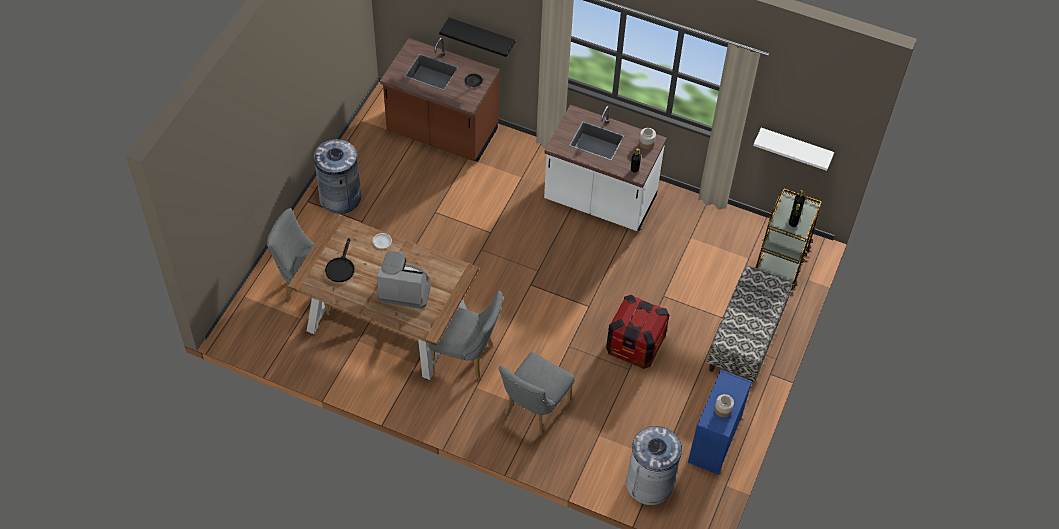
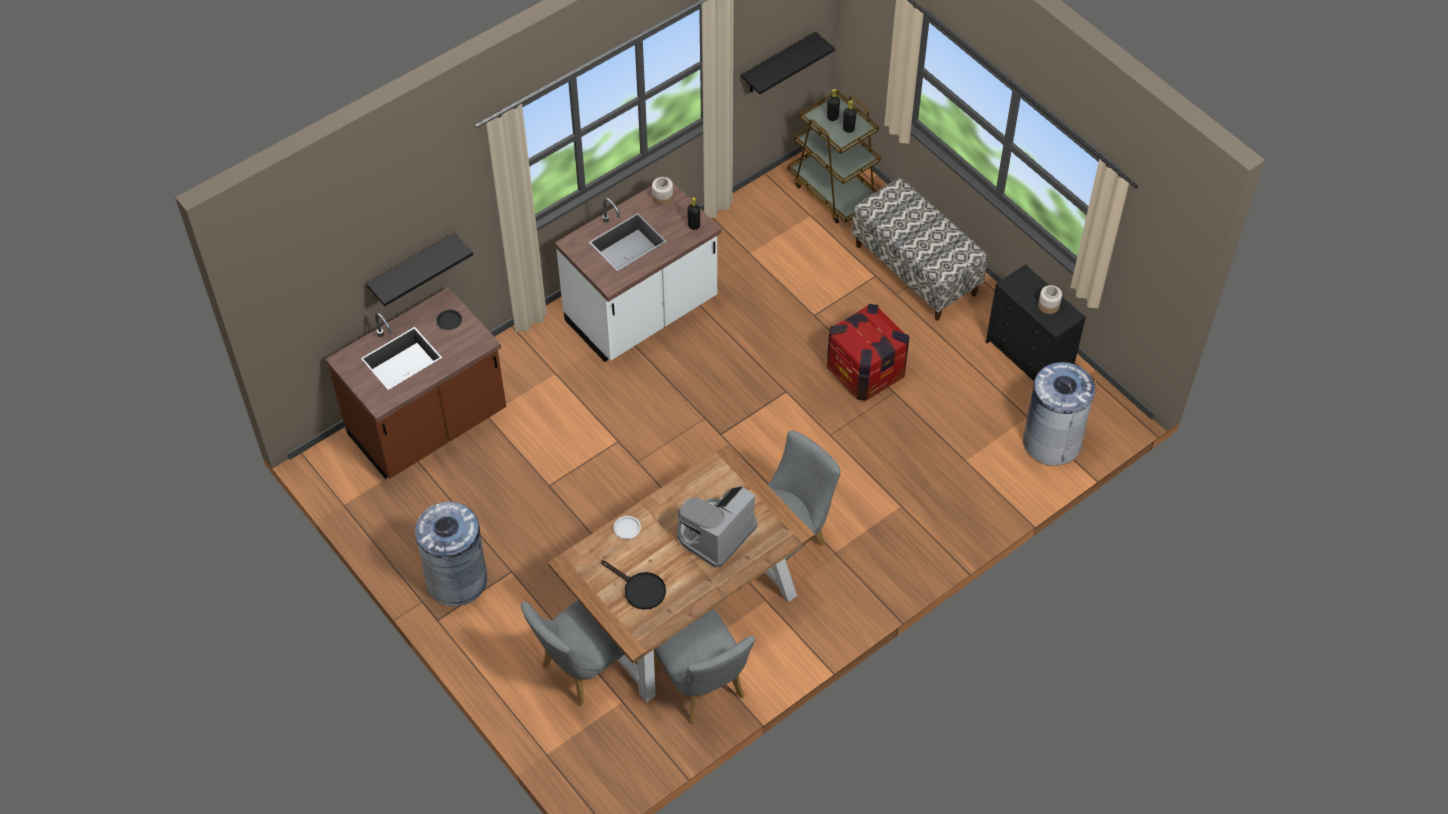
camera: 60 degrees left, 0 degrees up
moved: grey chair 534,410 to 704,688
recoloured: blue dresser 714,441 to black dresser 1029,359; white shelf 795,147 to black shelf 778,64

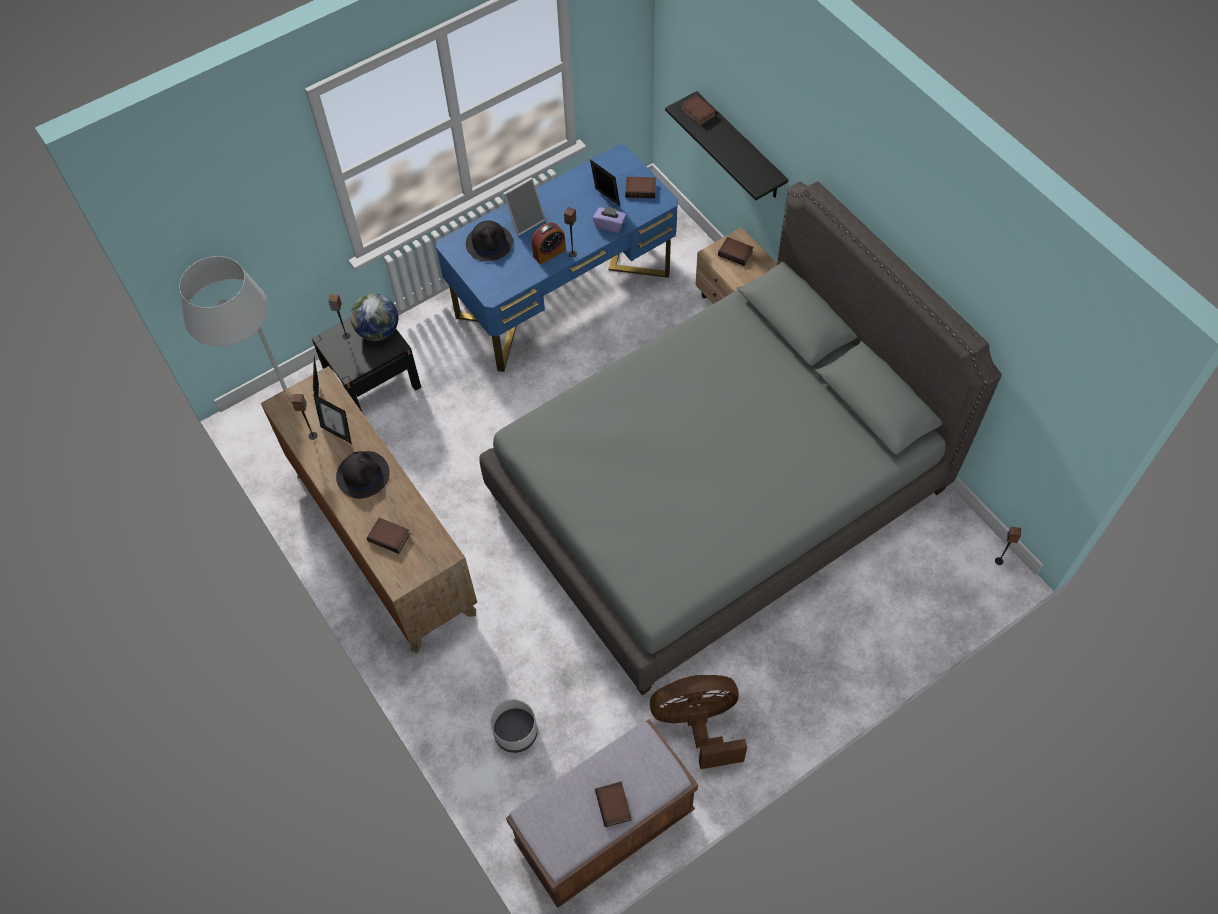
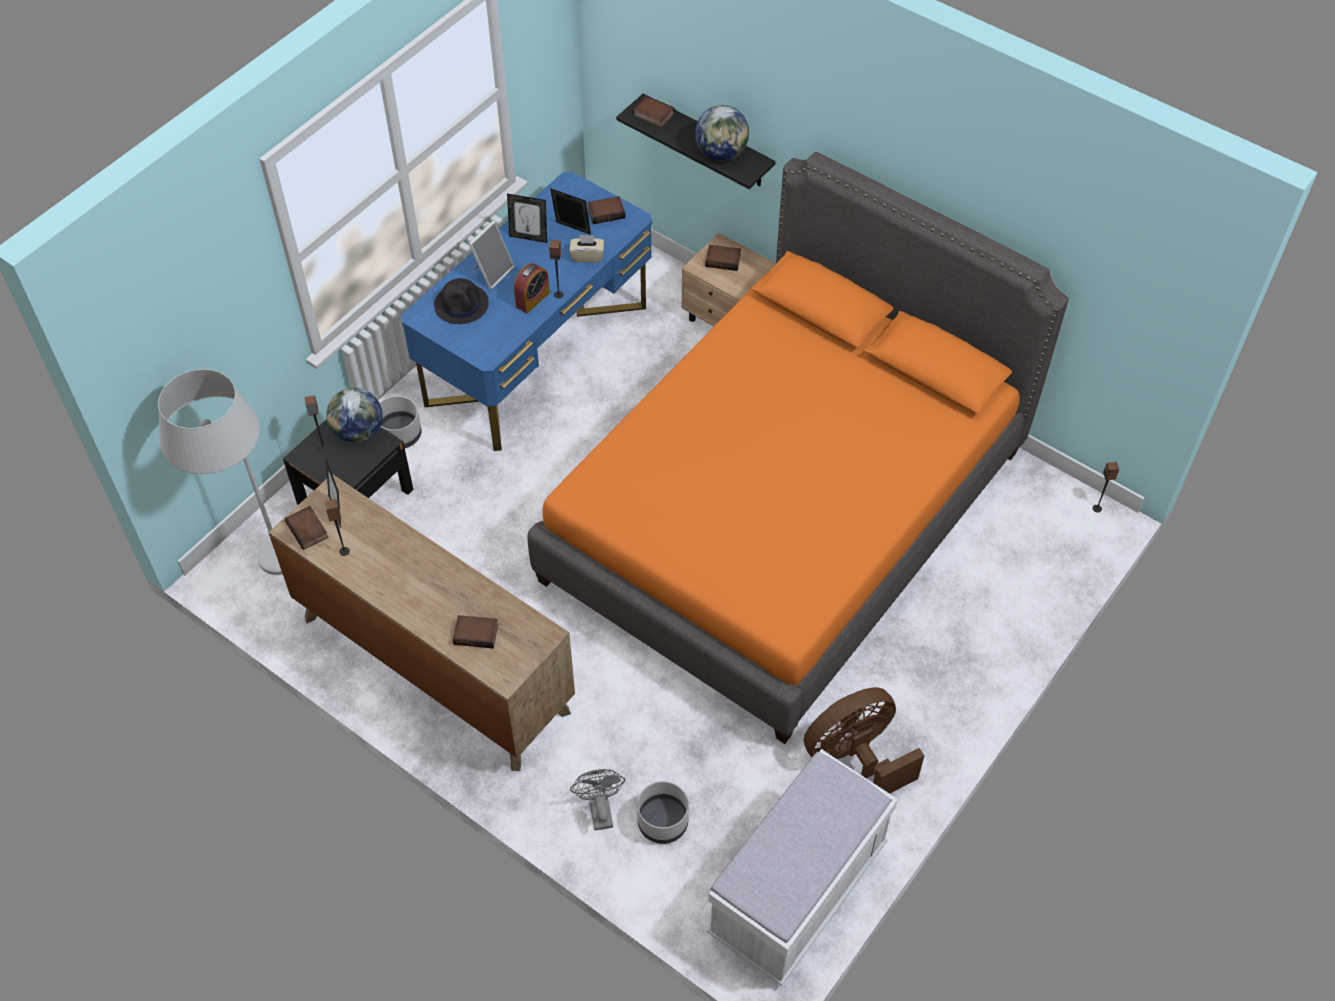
camera: 20 degrees left, 5 degrees down
removed: black hat 363,474
added: grey planter 400,434; grey fan 599,809; globe 721,153
moved: picture frame 338,433 to 529,237; book 614,805 to 308,530
recoloured: grey bed 717,491 to orange bed 783,515; brown bench 605,828 to white bench 797,891; purple tissue box 610,225 to beige tissue box 587,256

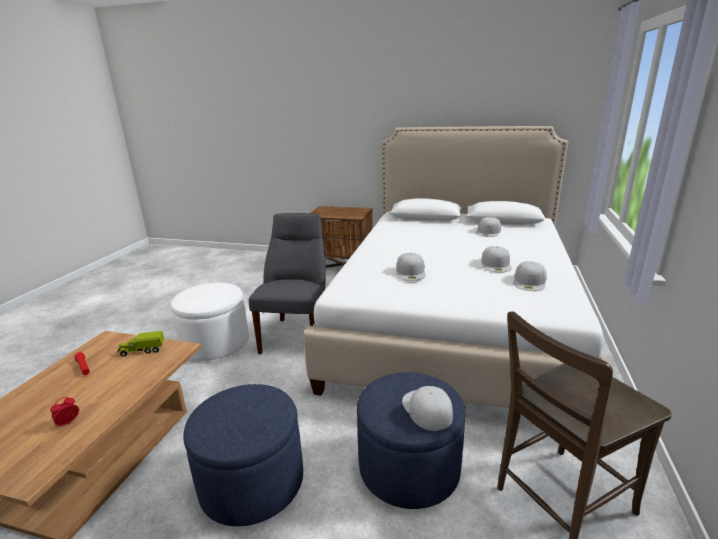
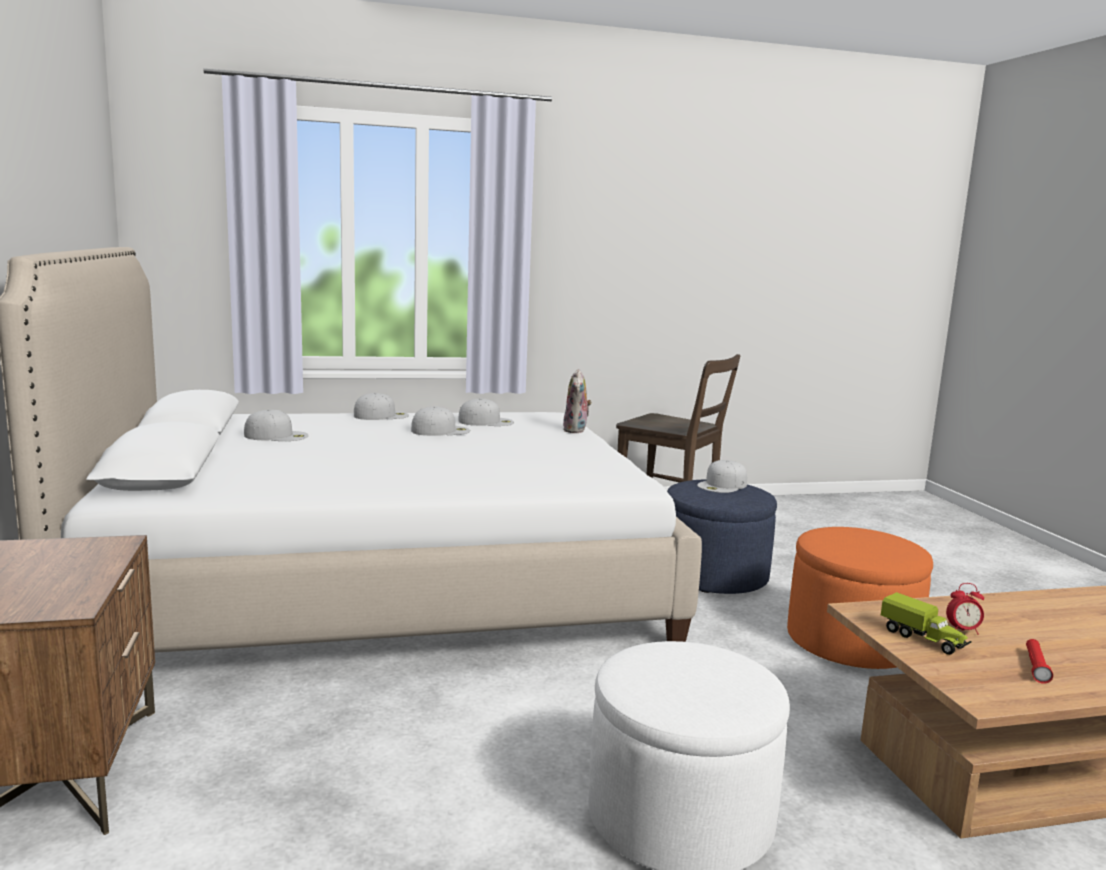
camera: 120 degrees left, 10 degrees down
removed: grey chair 298,334
added: plush toy 576,430
moved: alarm clock 68,423 to 963,631; white cap 411,272 to 381,415
recoloured: blue ottoman 252,482 to orange ottoman 851,642

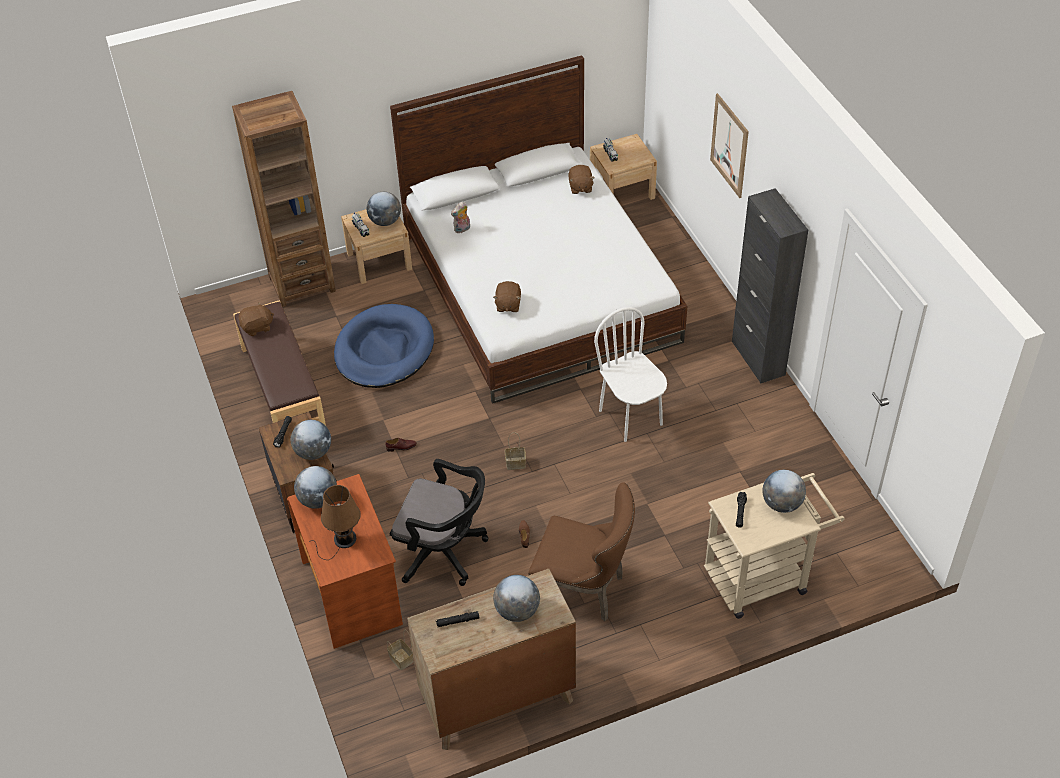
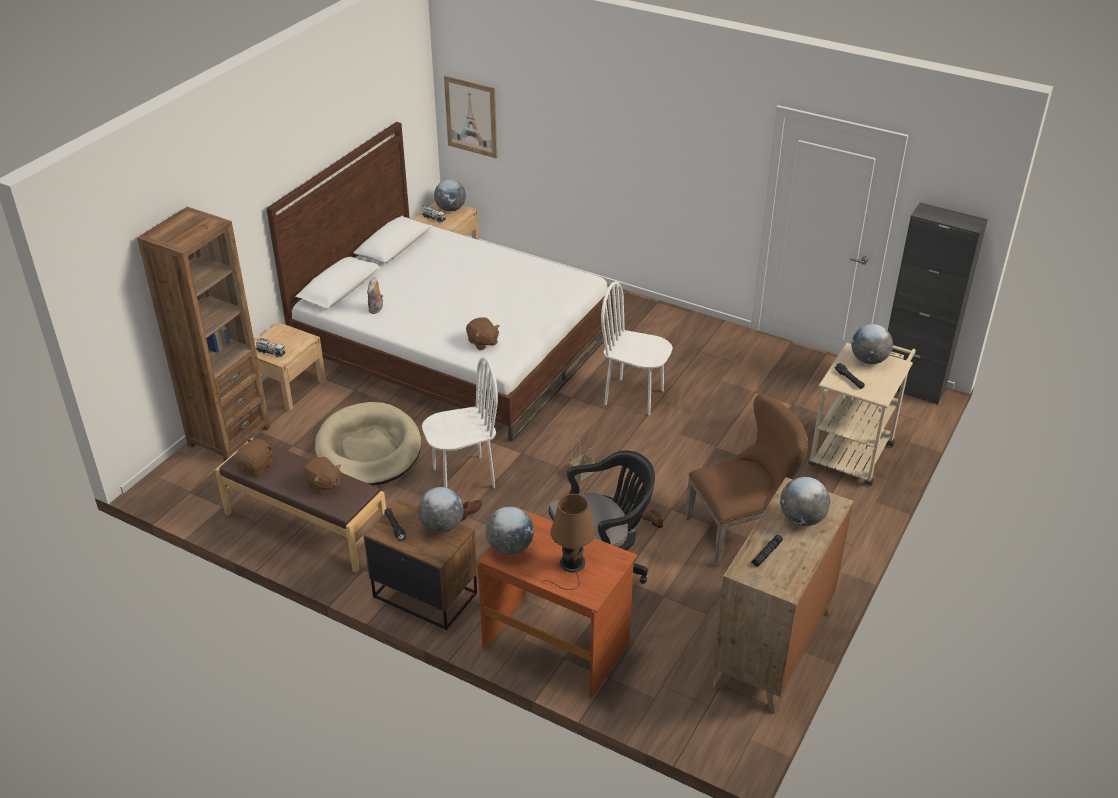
camera: 40 degrees left, 10 degrees down
removed: basket 402,659
added: white chair 463,477
moved: globe 385,221 to 450,209; brown plush toy 580,187 to 323,485; picture 729,145 to 471,117; black cabinet 758,358 to 911,387
recoloured: blue dog bed 384,350 to beige dog bed 369,449

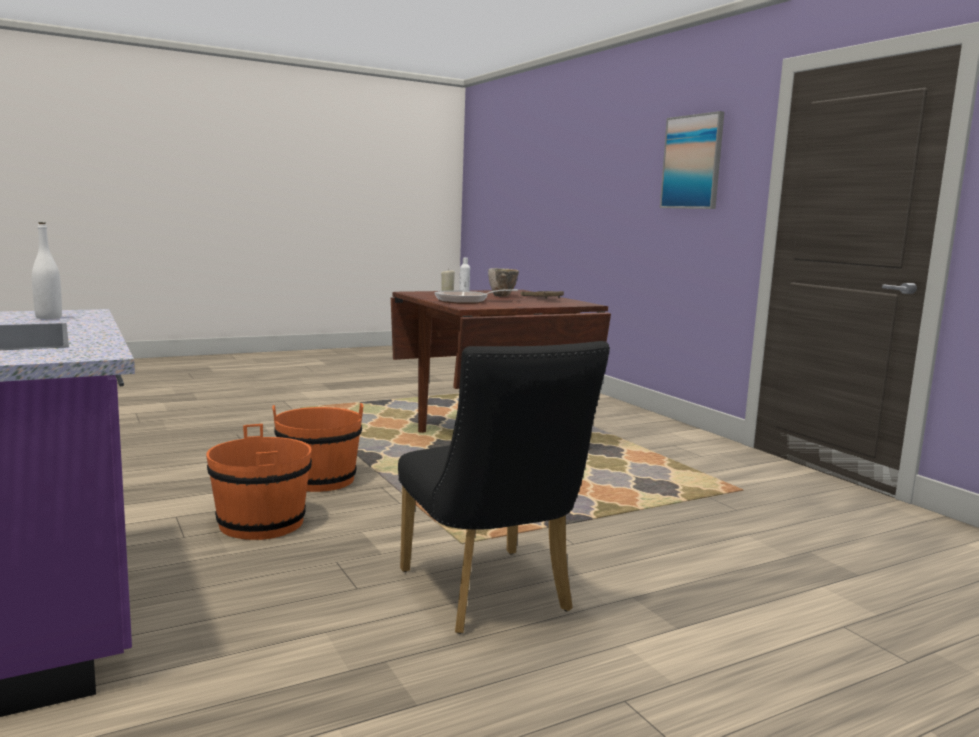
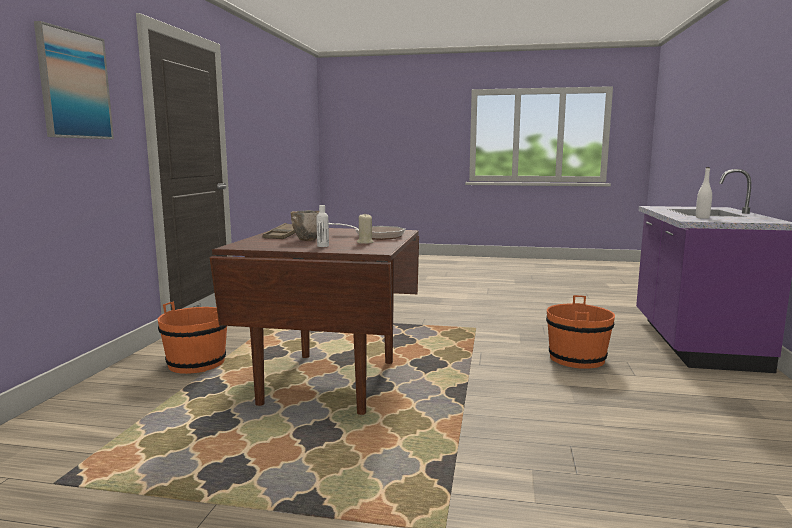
camera: 140 degrees left, 0 degrees up
removed: black chair 490,596
moved: orange bucket 318,480 to 196,363

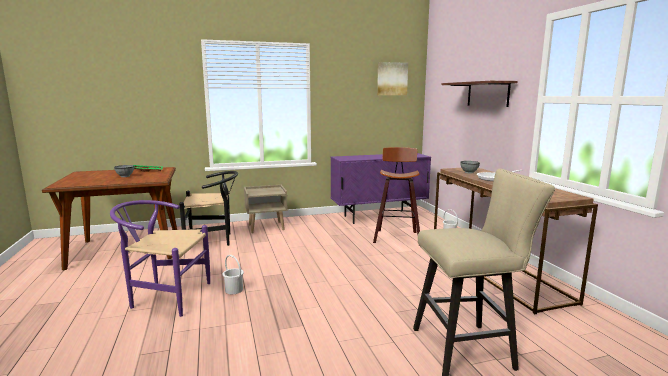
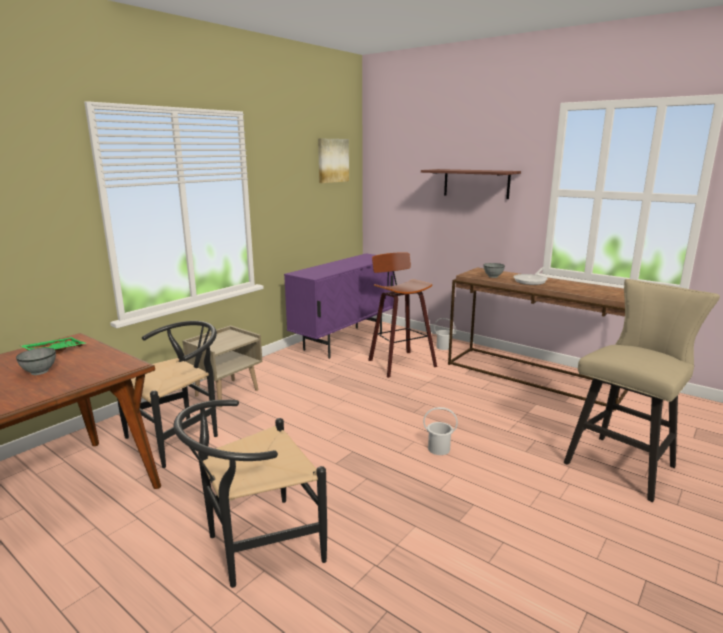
camera: 35 degrees left, 5 degrees up
moved: white bucket 234,290 to 438,448
recoloured: purple chair 165,297 to black chair 255,546

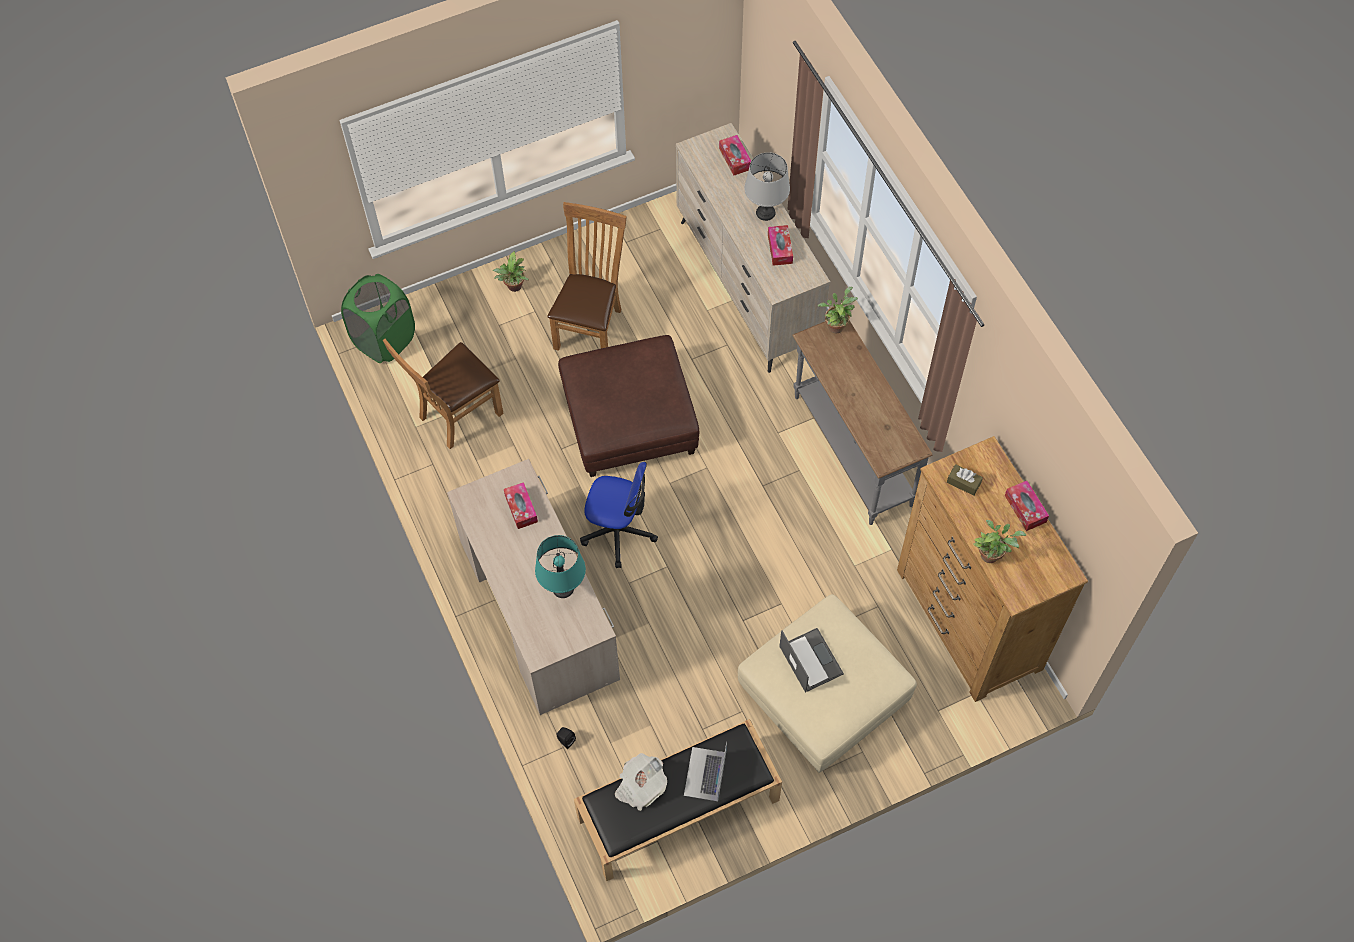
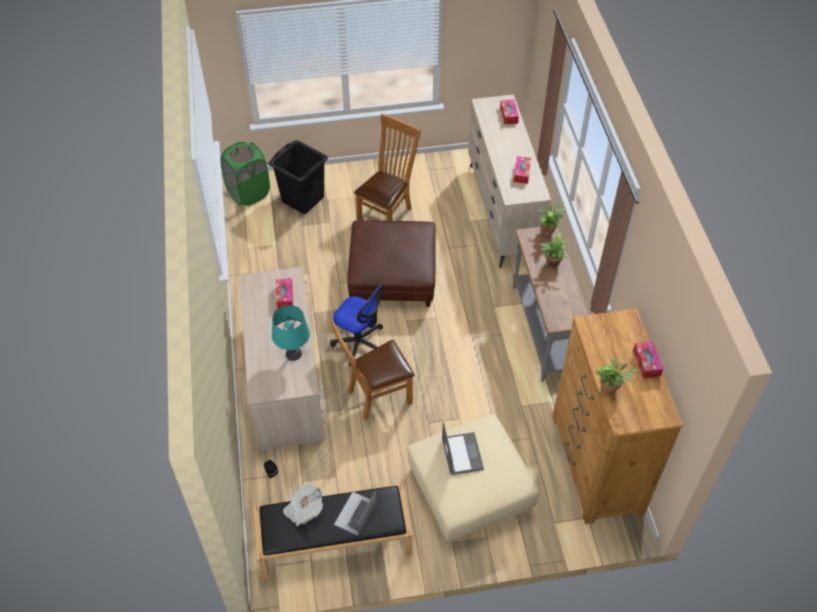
camera: 15 degrees right, 10 degrees down
removed: grey table lamp 766,212; brown tissue box 963,483
added: black laundry basket 303,198
moved: brown chair 456,417 to 375,397; potted plant 514,287 to 552,264

